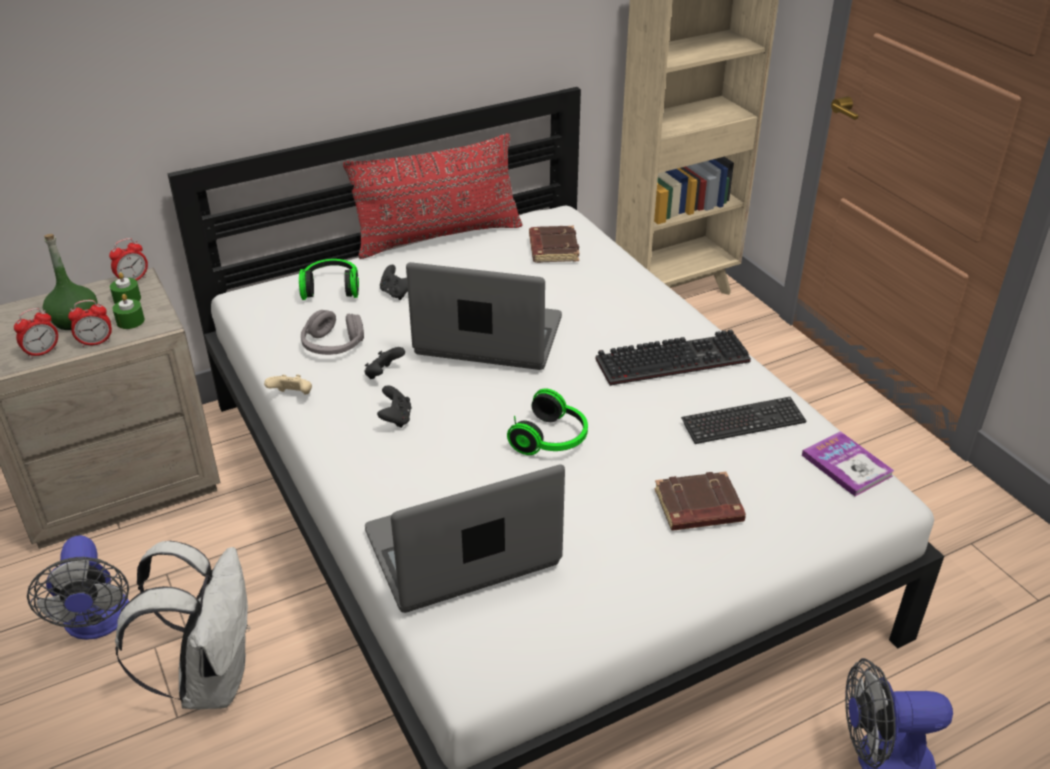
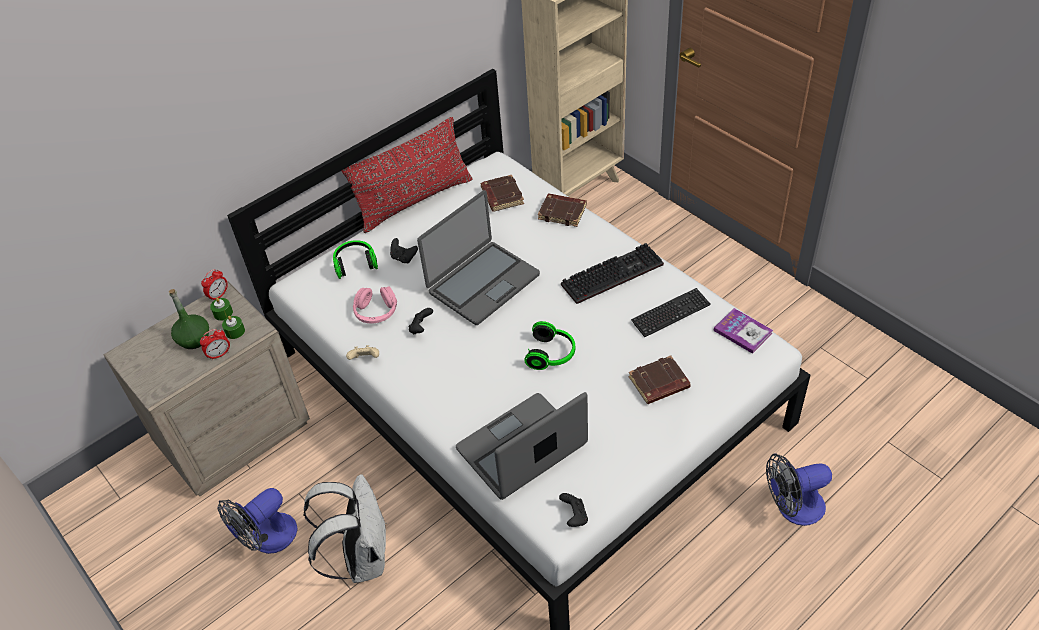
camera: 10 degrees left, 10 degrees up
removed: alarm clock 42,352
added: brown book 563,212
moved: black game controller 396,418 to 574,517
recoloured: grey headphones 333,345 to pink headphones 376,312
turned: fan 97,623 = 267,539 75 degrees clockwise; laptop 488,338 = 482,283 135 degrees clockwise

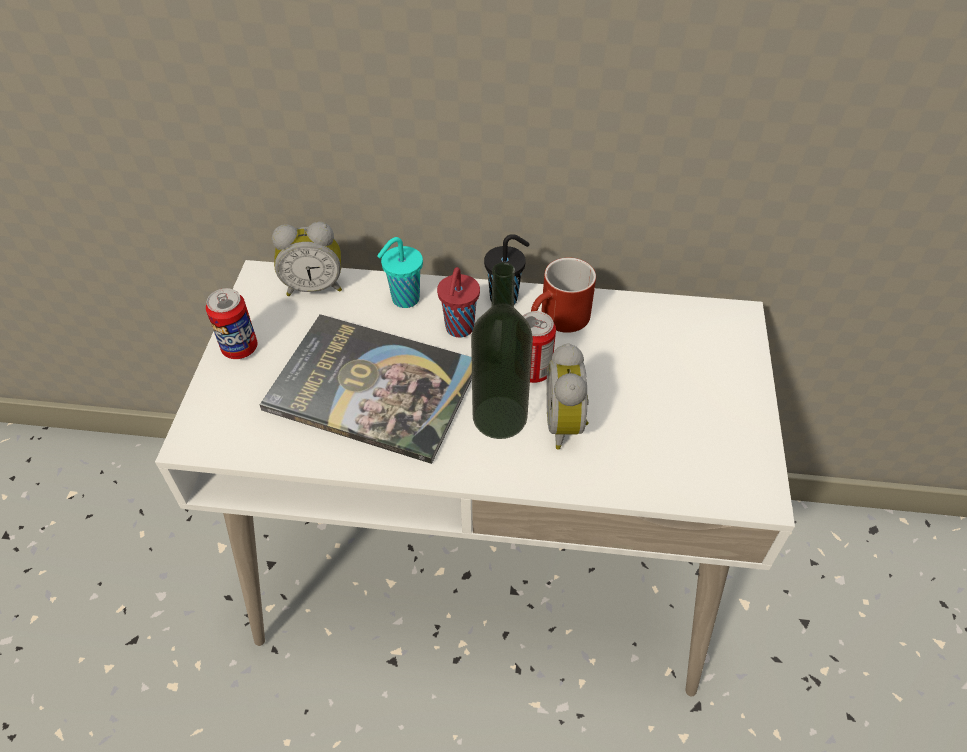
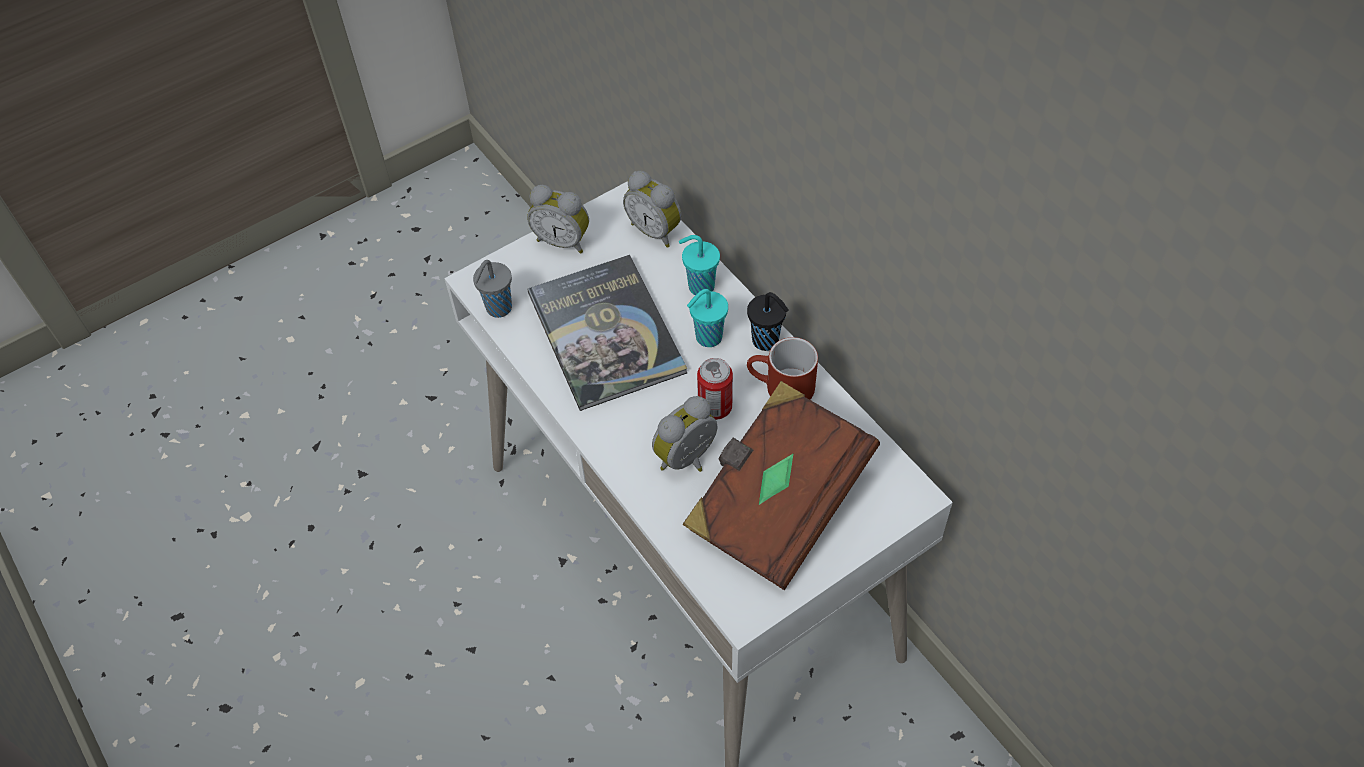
camera: 50 degrees right, 5 degrees up
removed: bottle 499,417
added: grey cup 497,309; brown book 777,502
replaced: can 240,348 to alarm clock 563,240
recoloured: red cup 459,329 to turquoise cup 707,338

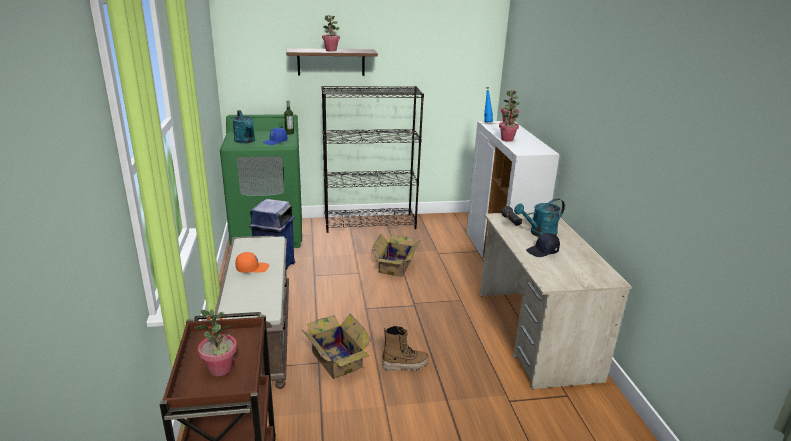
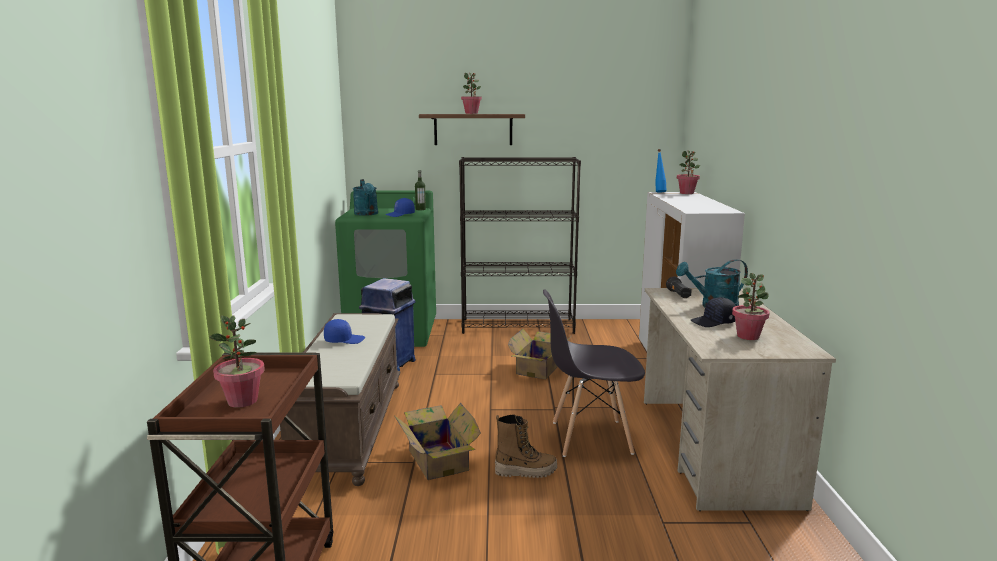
camera: 10 degrees right, 10 degrees down
added: grey chair 590,437
moved: potted plant 507,139 to 748,336
recoloured: orange cap 252,268 to blue cap 344,340

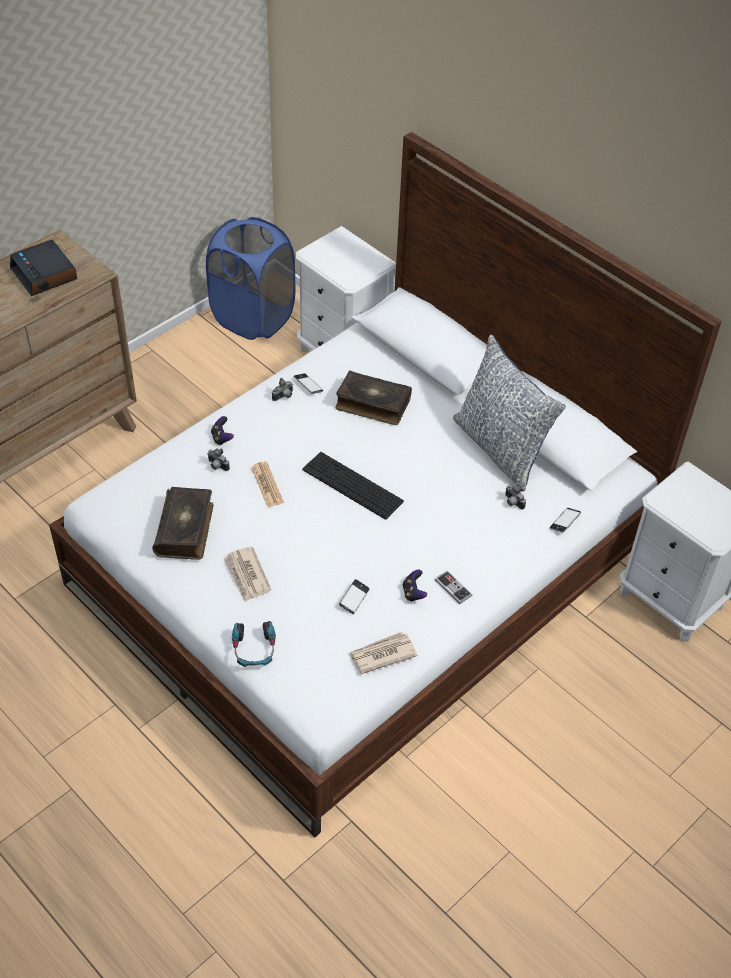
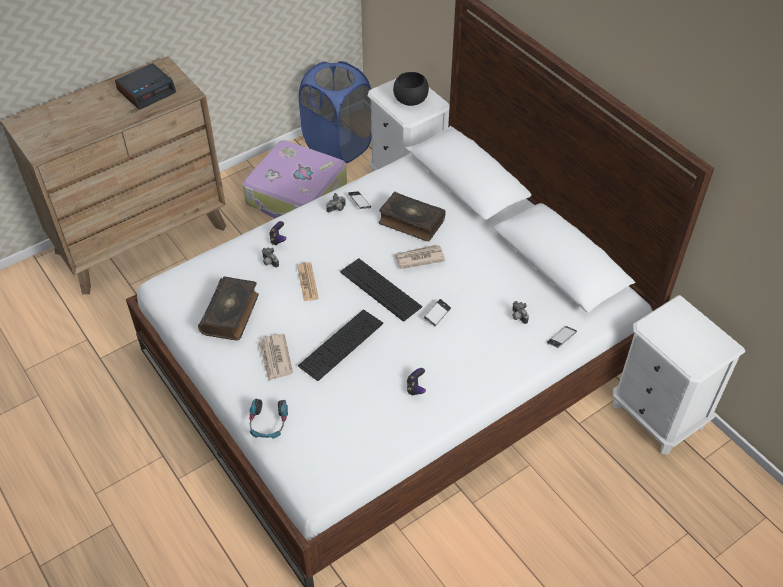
camera: 10 degrees right, 0 degrees up
removed: game controller 453,588; pillow 500,448
added: suitcase 296,195; keyboard 341,344; black bowl 411,100
moved: phone 354,598 to 437,314; newspaper 382,654 to 419,258
turned: alarm clock 45,274 = 147,91 105 degrees counterclockwise

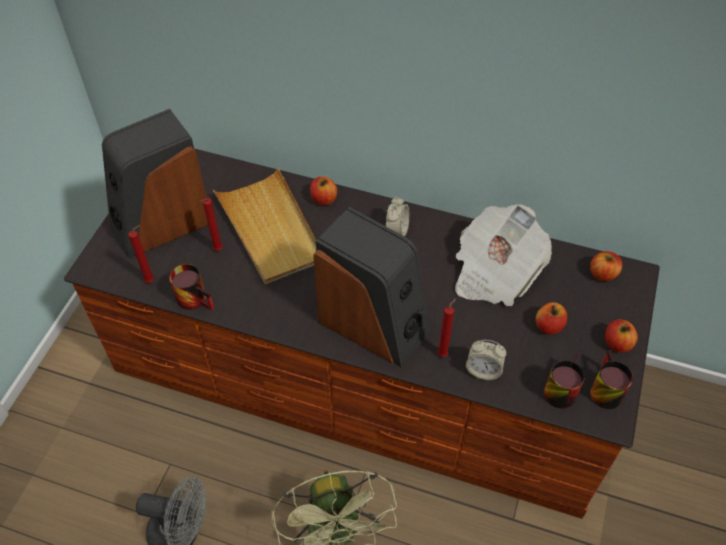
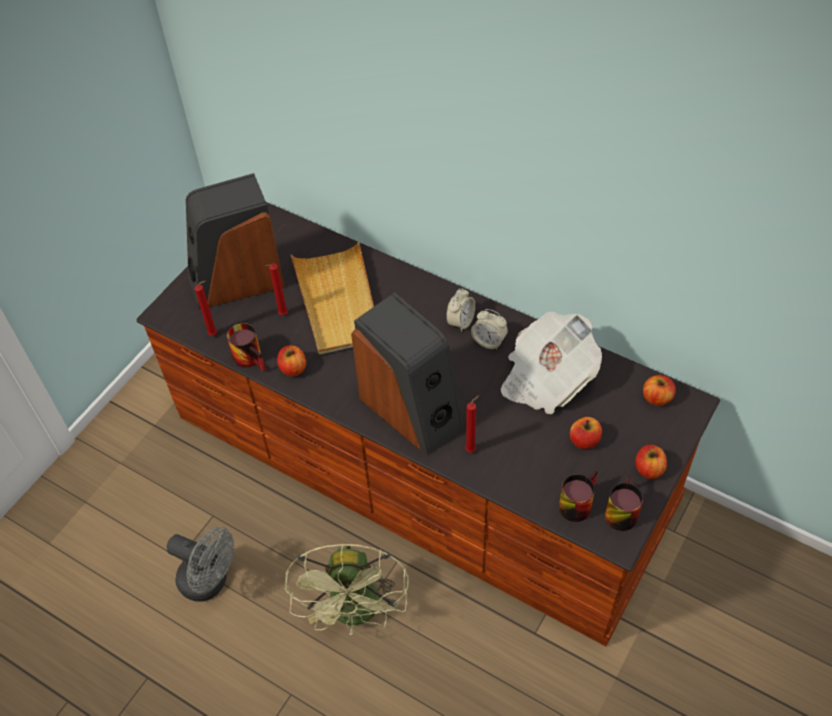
camera: 15 degrees right, 0 degrees up
moved: apple 323,199 to 293,368; alarm clock 483,370 to 489,341

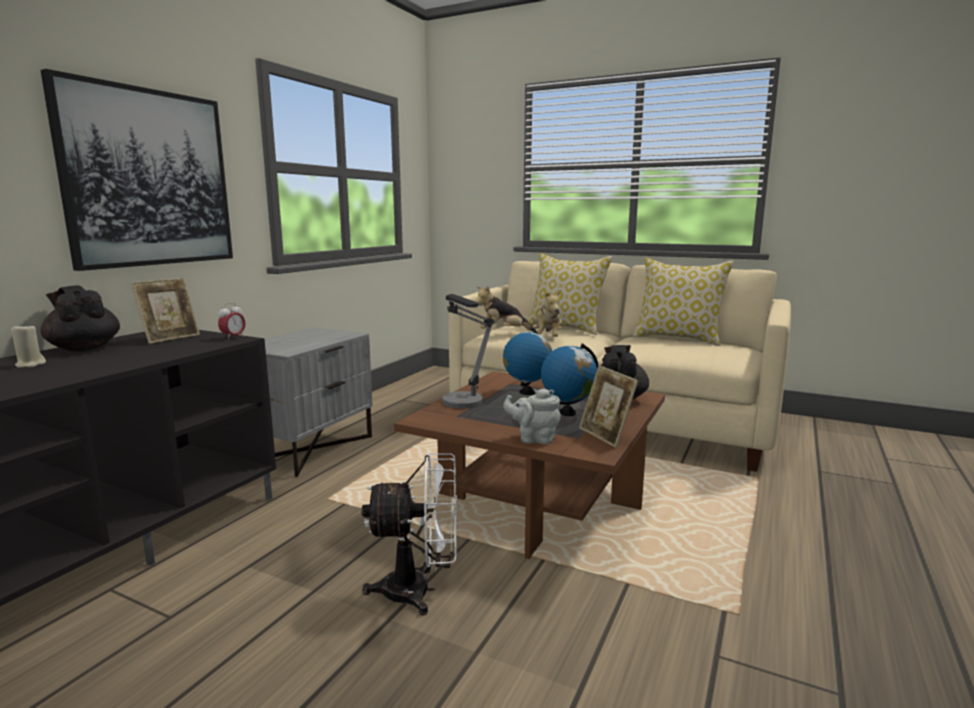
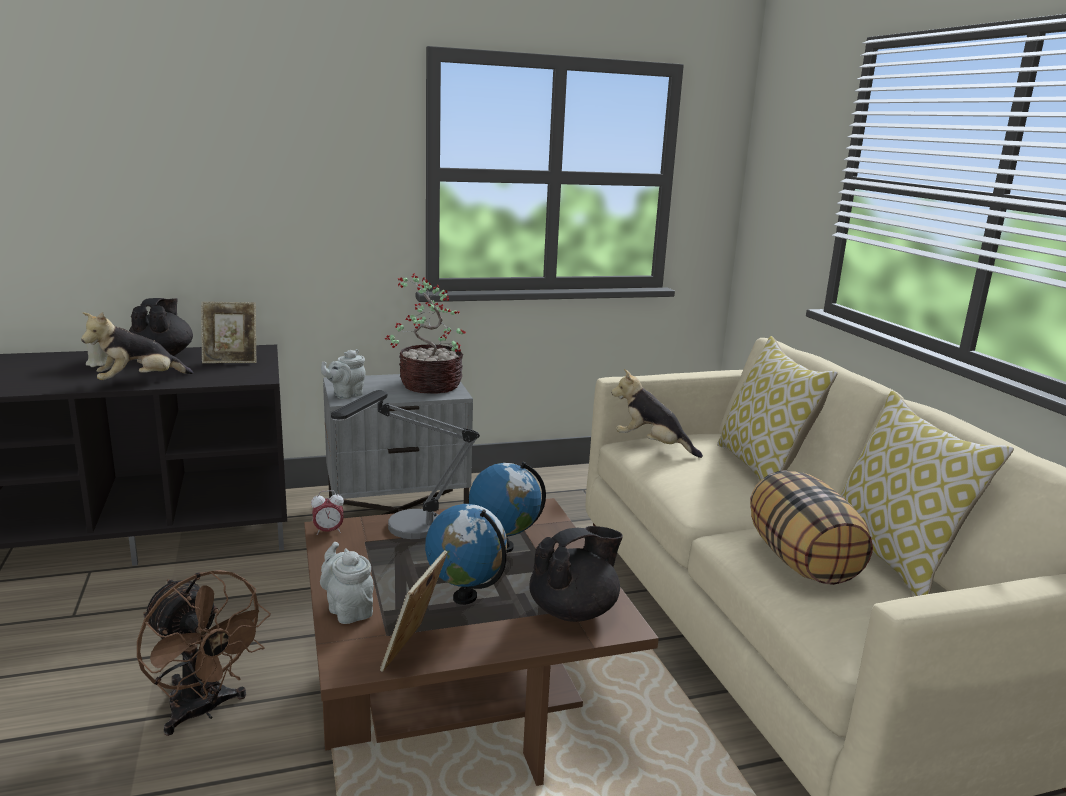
camera: 45 degrees right, 5 degrees up
removed: picture 149,178
added: grey teapot 346,395; potted plant 428,385; pillow 802,562
moved: alarm clock 233,337 to 328,531; plush toy 548,338 to 138,382
recoloured: white fan 420,590 to brown fan 203,711

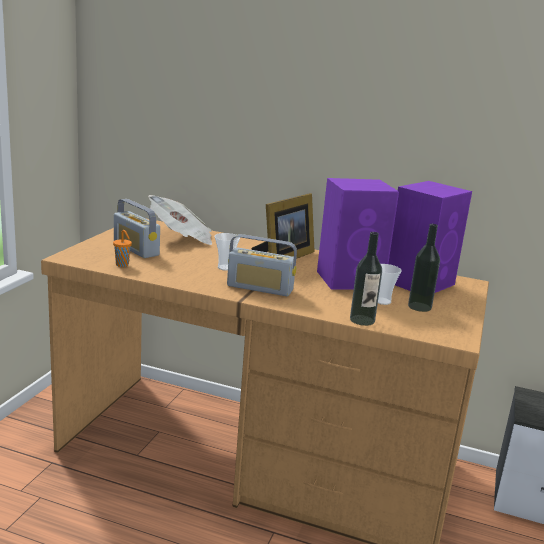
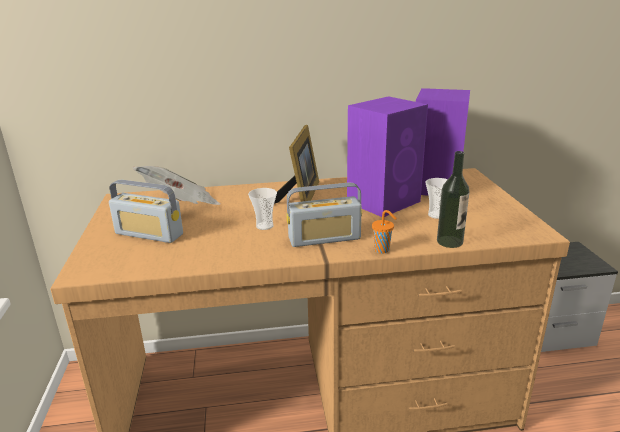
camera: 25 degrees left, 5 degrees up
removed: bottle 419,307
moved: orange cup 122,265 to 382,250

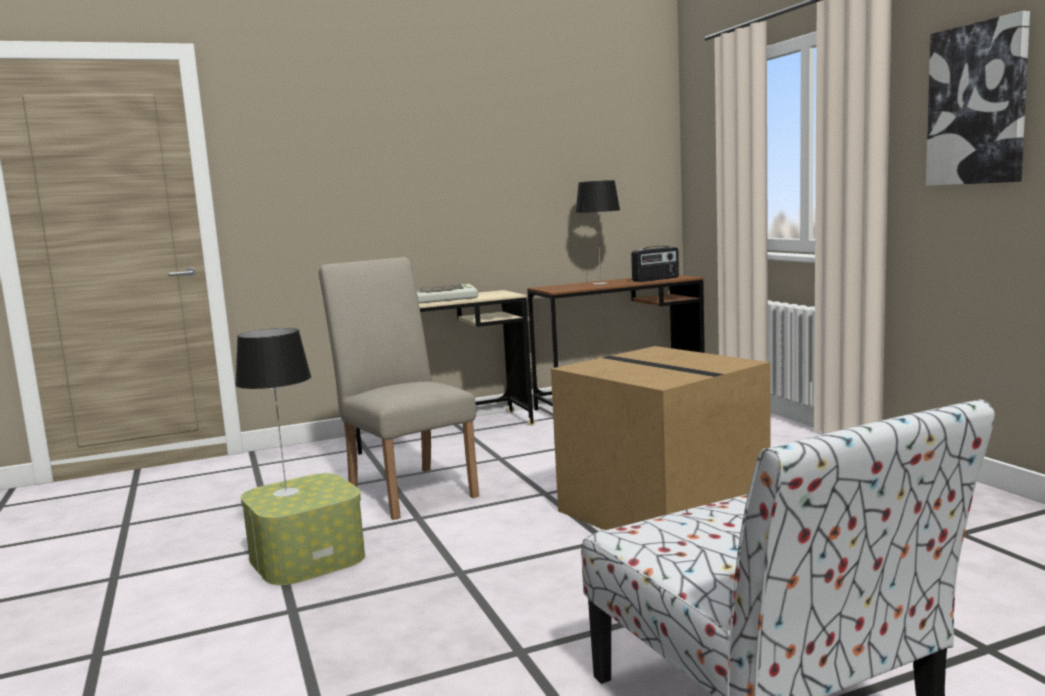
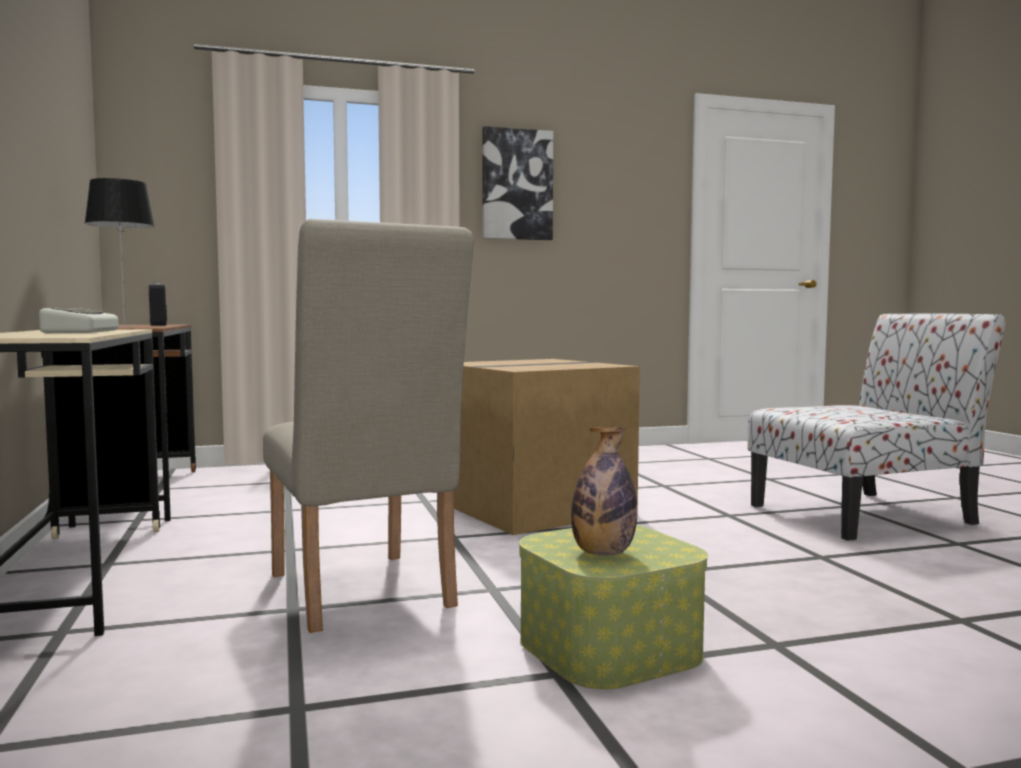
camera: 85 degrees left, 5 degrees down
replaced: table lamp 286,492 to bottle 603,553
turned: beige chair 408,488 = 362,595 90 degrees counterclockwise

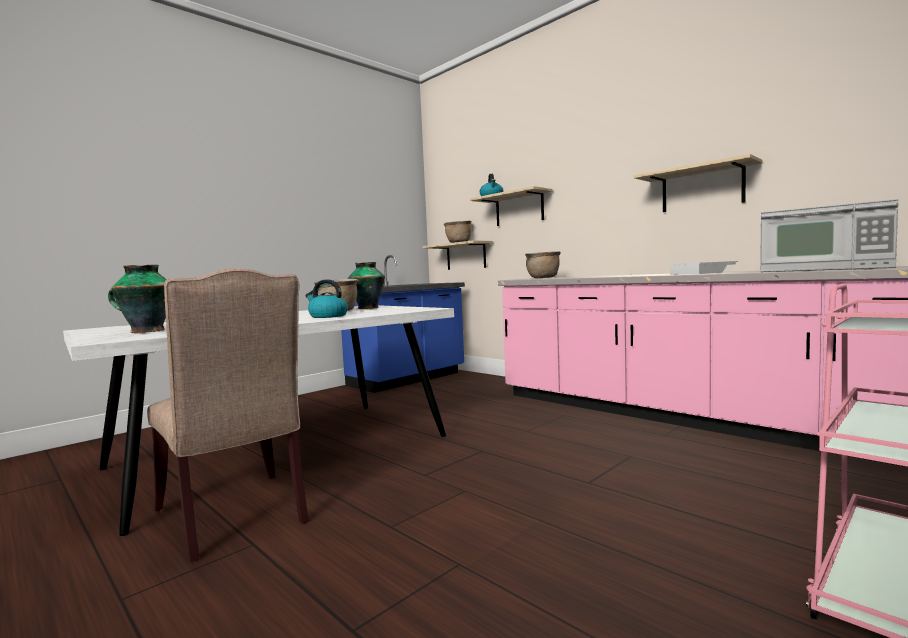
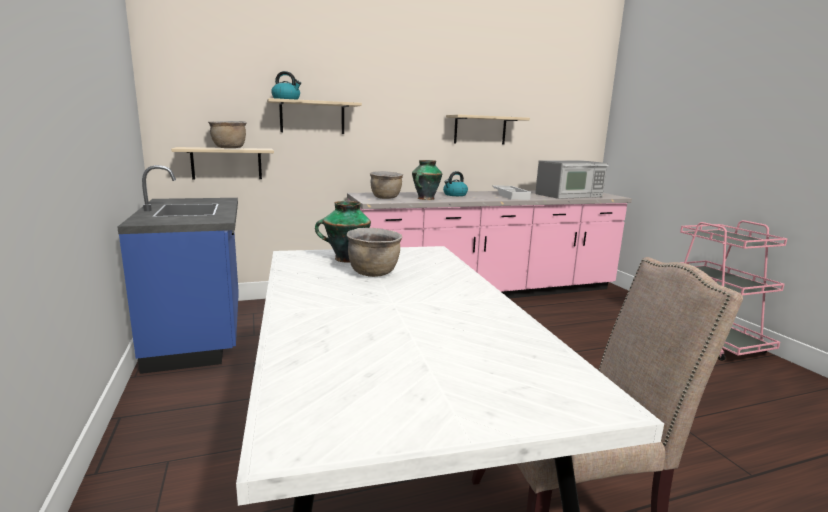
camera: 65 degrees left, 10 degrees up
moved: vase 146,331 to 425,199; kettle 327,316 to 455,195

